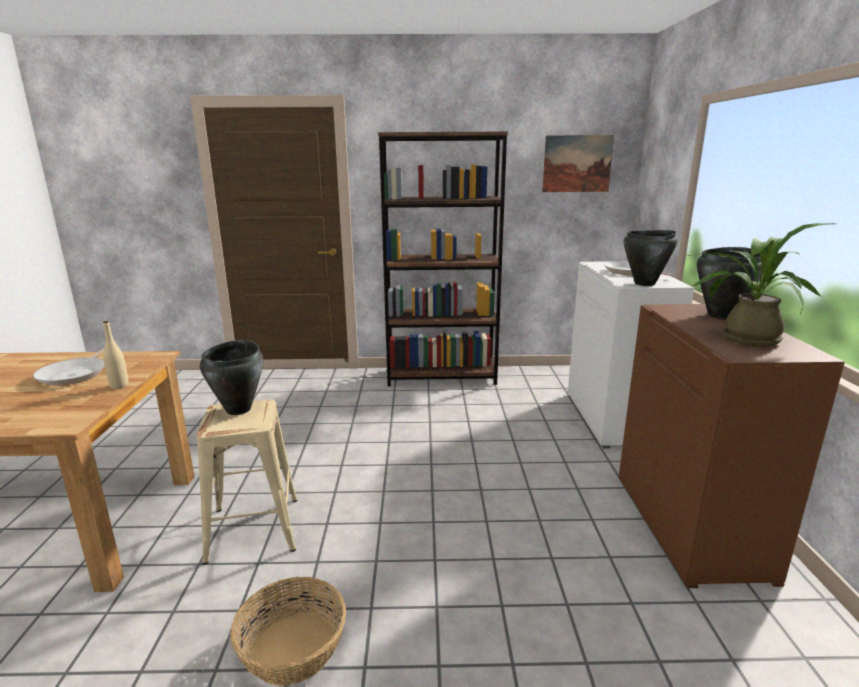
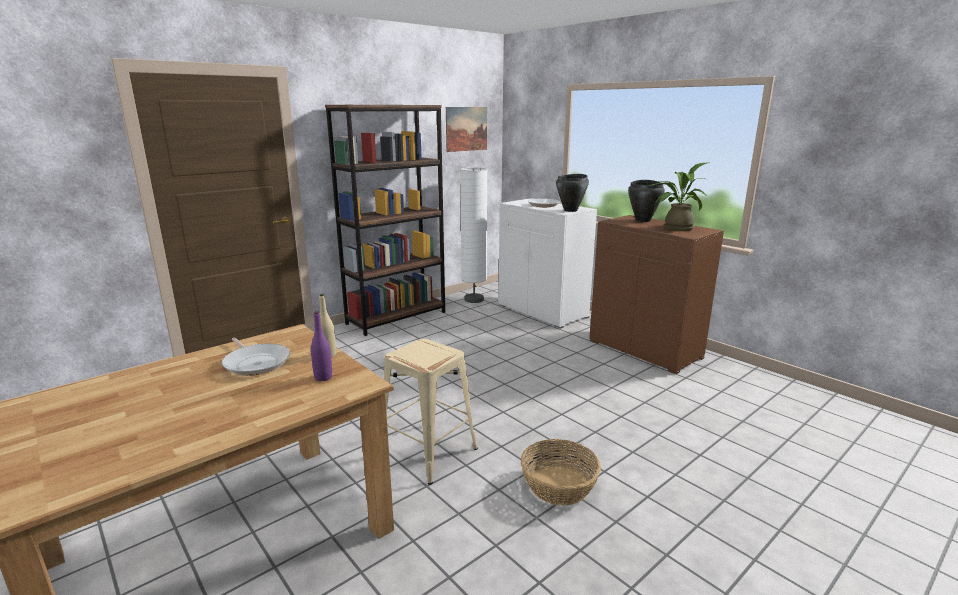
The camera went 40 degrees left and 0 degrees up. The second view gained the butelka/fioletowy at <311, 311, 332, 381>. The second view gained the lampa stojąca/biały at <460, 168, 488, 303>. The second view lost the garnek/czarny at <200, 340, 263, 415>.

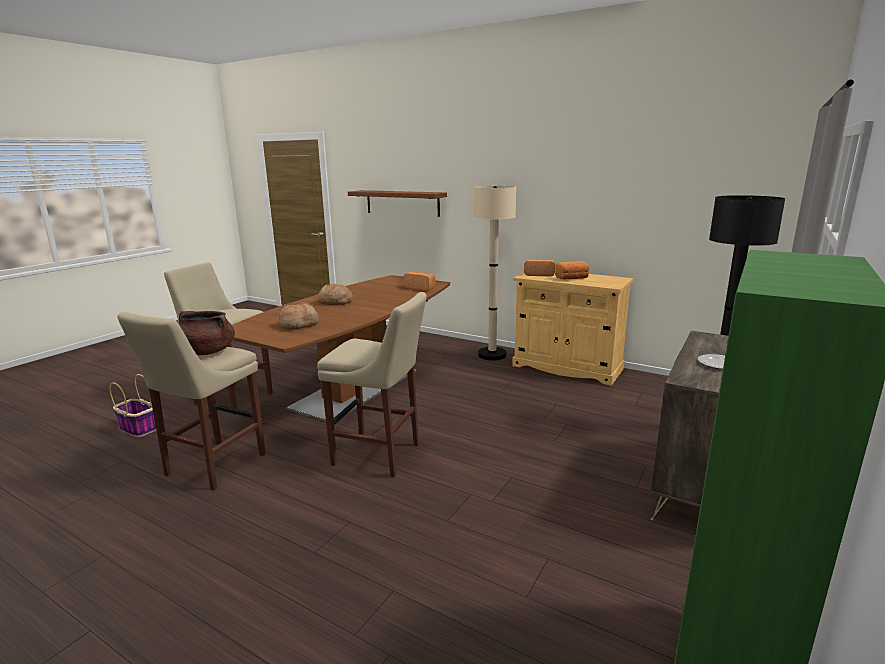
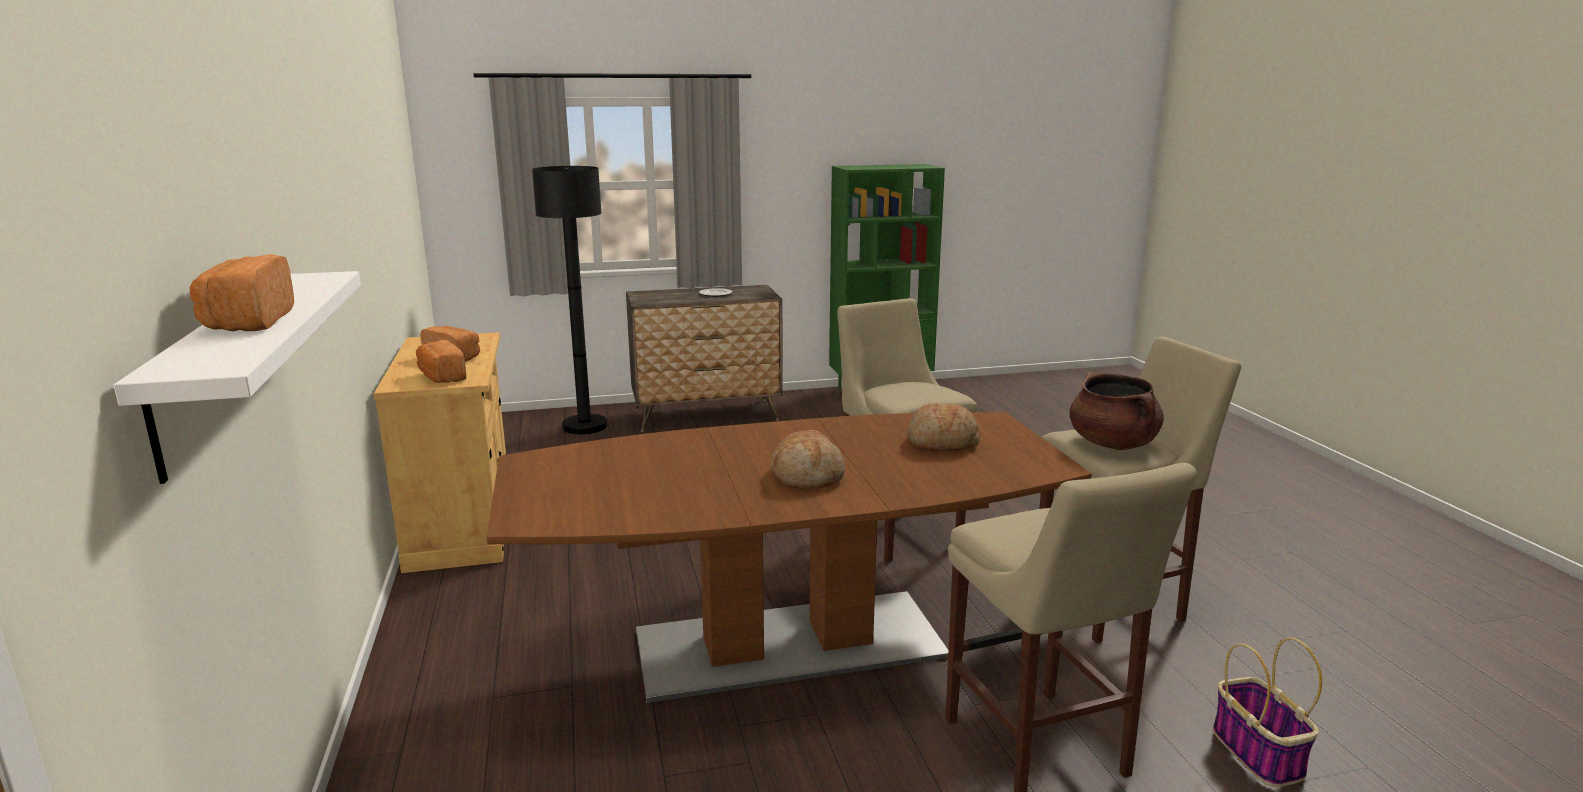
The camera went 135 degrees left and 0 degrees up. What was the półka/brązowy at <348, 190, 447, 217> turned into the półka/biały at <114, 271, 361, 484>. The chleb ended up elsewhere, having gone from <404, 272, 436, 291> to <189, 254, 294, 332>. The second view lost the lampa stojąca/beżowy at <474, 186, 516, 360>.

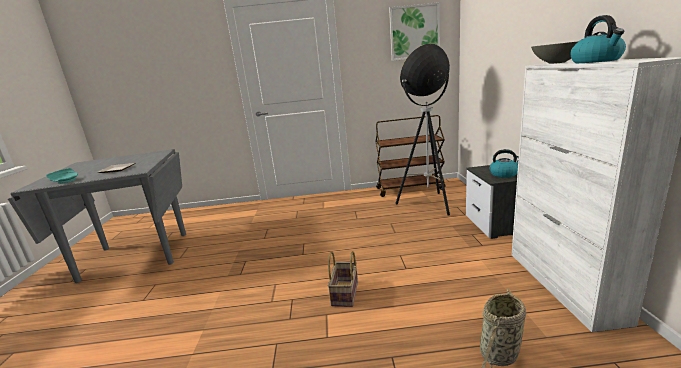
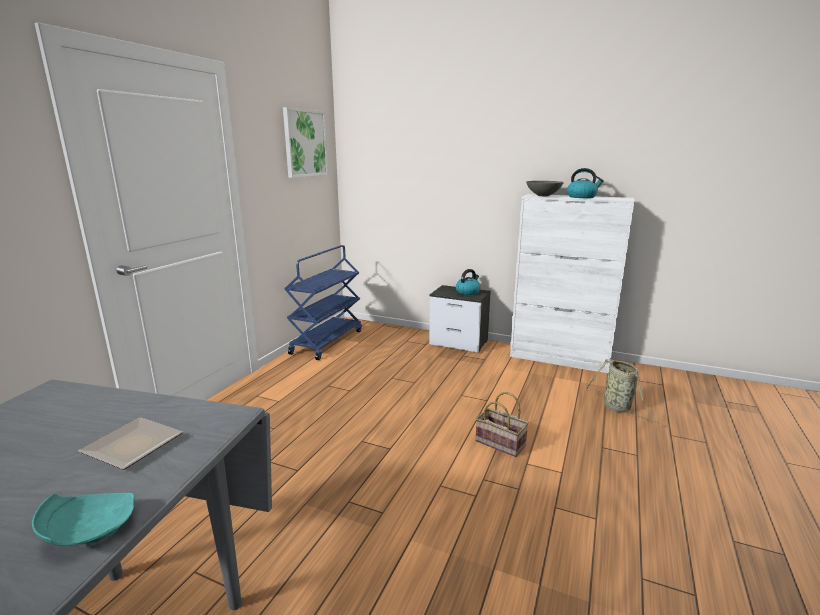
The camera went 65 degrees left and 0 degrees up. What was the wózek/brązowy at <375, 115, 446, 197> turned into the wózek/niebieski at <284, 245, 362, 360>. The second view lost the lampa stojąca at <395, 43, 450, 216>.

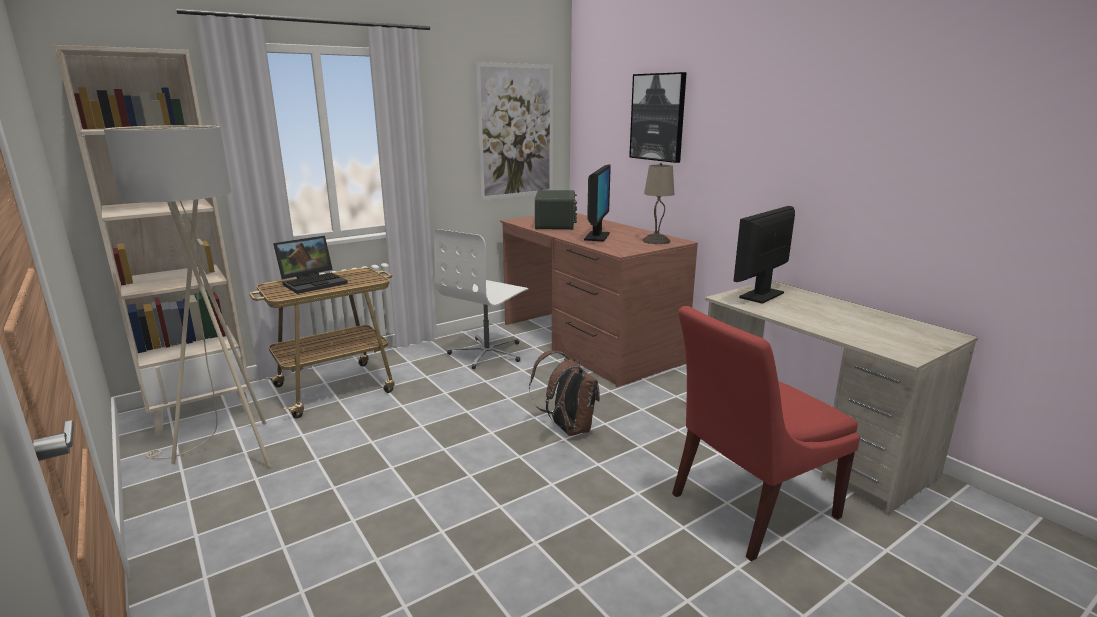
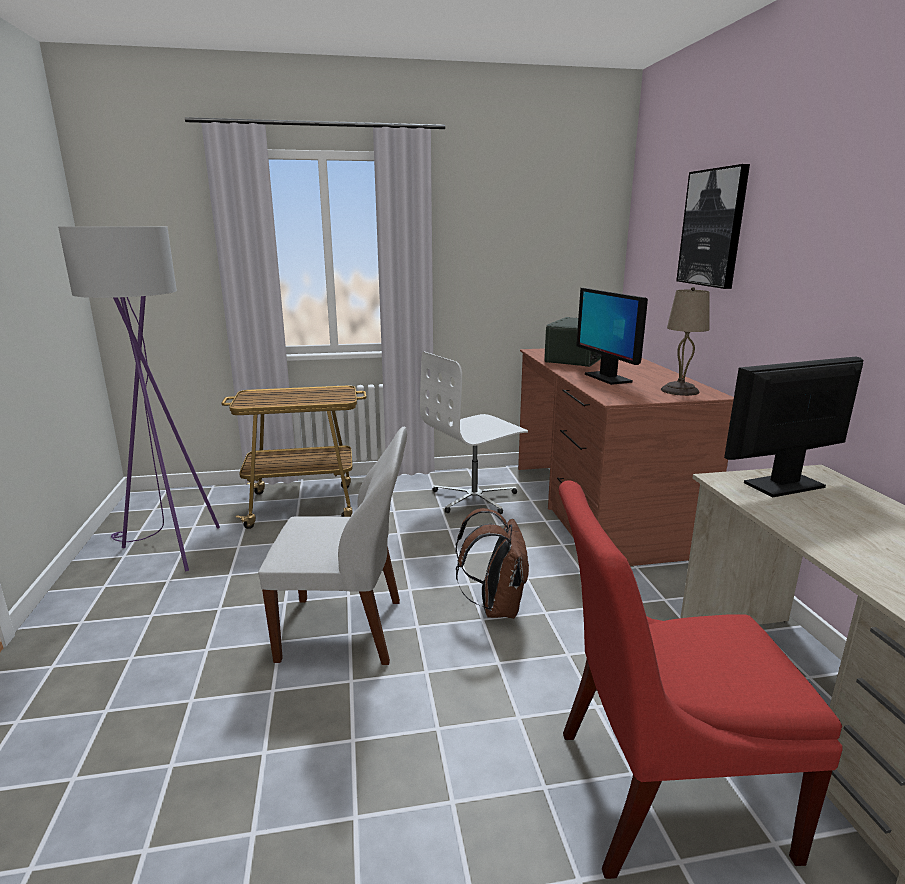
The camera went 25 degrees right and 0 degrees up. What was the lampa stojąca/beżowy at <104, 125, 271, 467> turned into the lampa stojąca/fioletowy at <58, 227, 220, 571>. The second view gained the krzesło/biały at <258, 427, 407, 665>. The monitor at <584, 165, 611, 241> ended up facing another way, 120 degrees clockwise from before. The second view lost the regał/beżowy at <54, 45, 252, 437>. The second view lost the laptop at <273, 236, 348, 294>. The second view lost the obraz at <475, 62, 553, 200>.

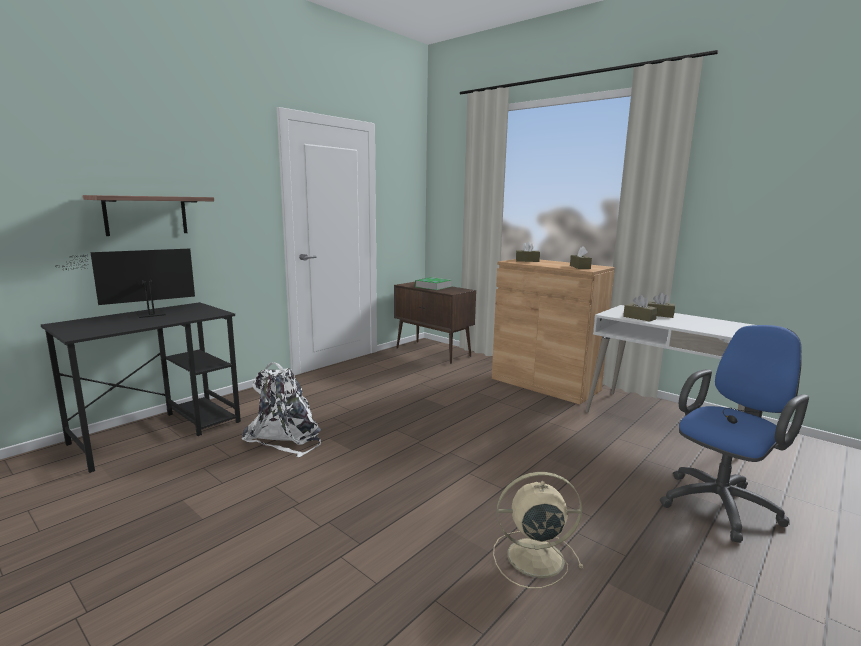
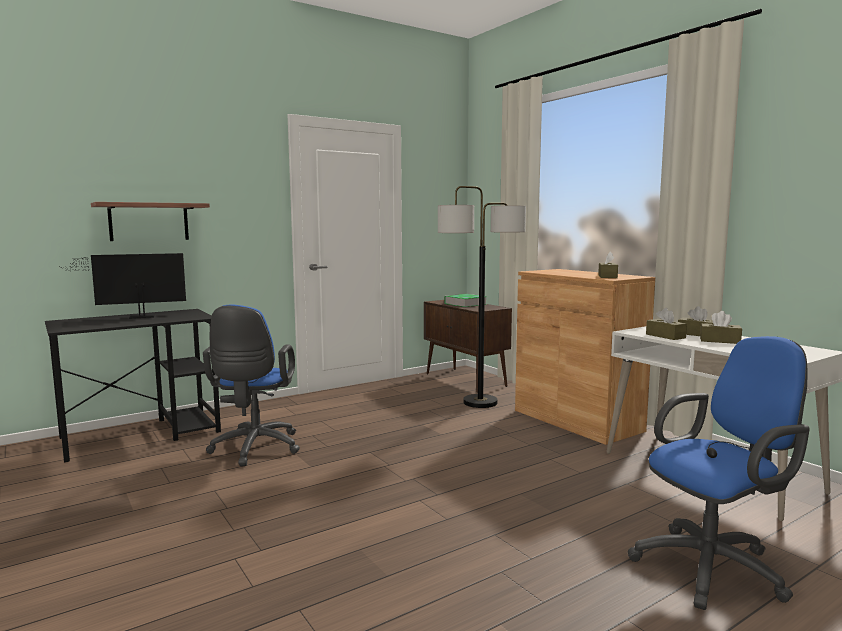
The camera went 15 degrees right and 5 degrees down. Where the plecak/biały stood at <242, 362, 321, 457>, the krzesło biurowe/niebieski came to stand at <203, 304, 300, 466>. The second view gained the lampa stojąca at <438, 186, 526, 408>. The pudełko chusteczek/brązowy ended up elsewhere, having gone from <516, 241, 540, 262> to <700, 311, 742, 344>. The second view lost the wentylator/beżowy at <493, 472, 583, 589>.

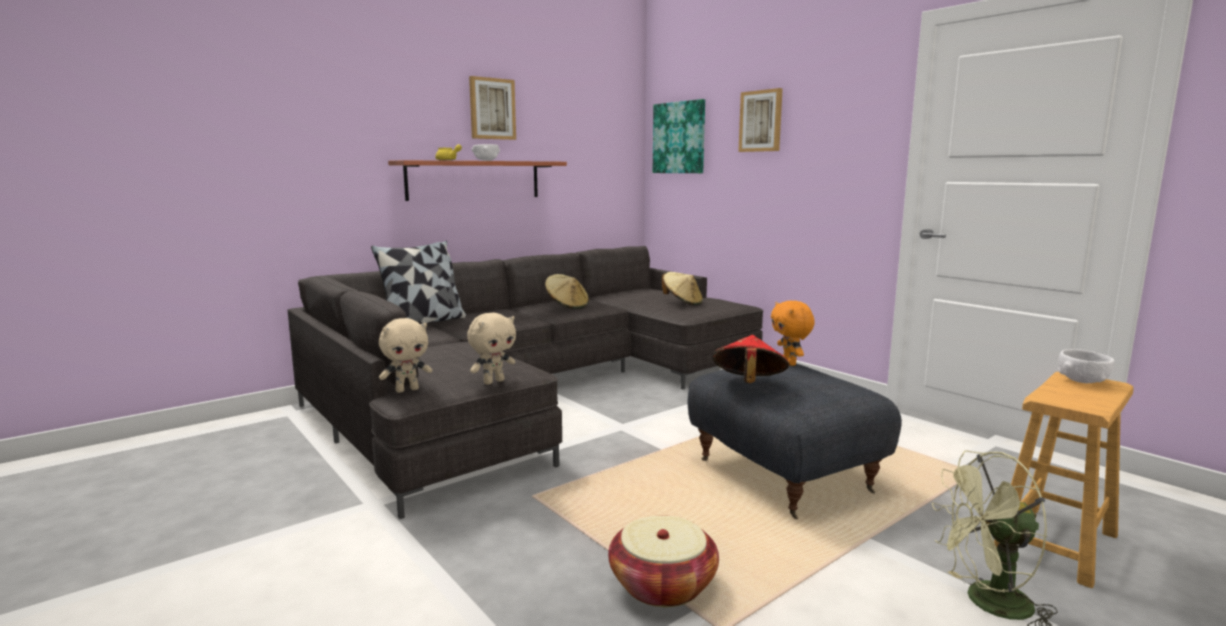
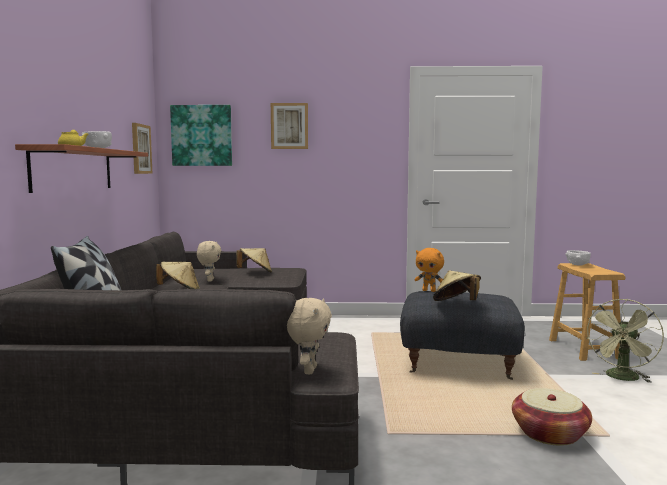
The camera went 50 degrees left and 5 degrees down. The obraz ended up elsewhere, having gone from <469, 76, 516, 140> to <132, 123, 153, 174>. The pluszak/beżowy ended up elsewhere, having gone from <467, 313, 516, 385> to <197, 241, 222, 282>. What was the kapelusz/czerwony at <713, 335, 789, 383> turned into the kapelusz/beżowy at <433, 271, 481, 301>.

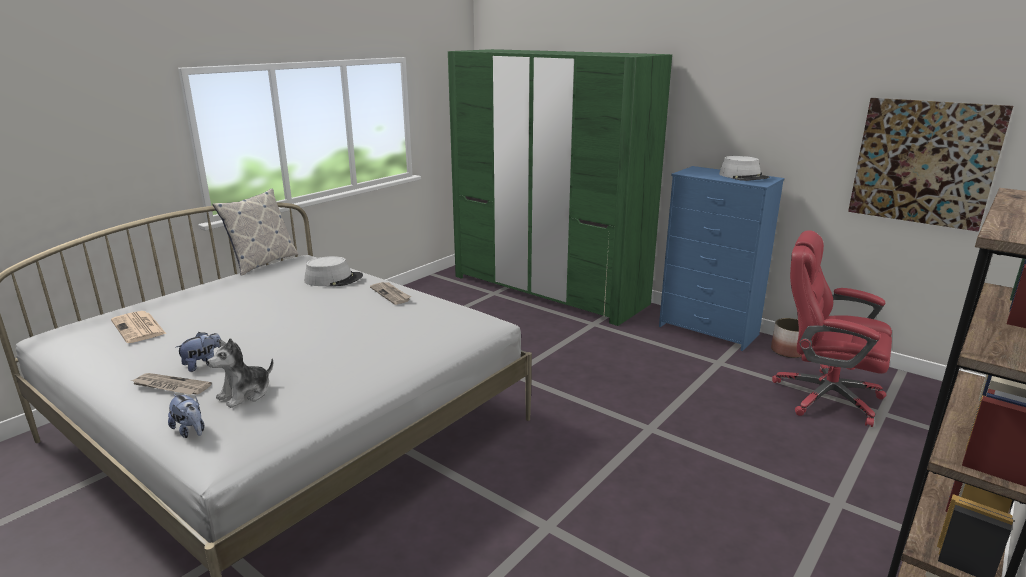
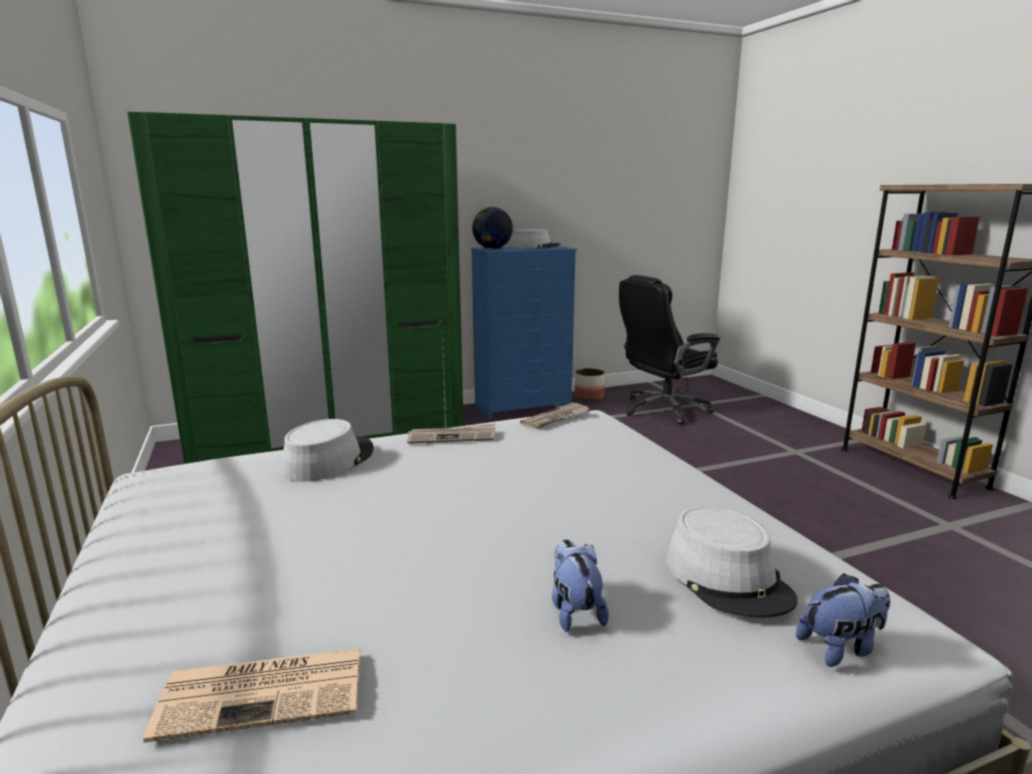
The camera went 60 degrees left and 5 degrees down. The second view gained the globus at <472, 207, 513, 249>. The gazeta ended up elsewhere, having gone from <131, 373, 212, 395> to <520, 403, 590, 429>. What was the krzesło biurowe/czerwony at <772, 230, 892, 427> turned into the krzesło biurowe/czarny at <619, 275, 720, 425>. Where the pluszak stood at <207, 338, 273, 408>, the kapelusz/szary came to stand at <667, 506, 798, 618>. The second view lost the poduszka at <212, 189, 298, 276>. The second view lost the obraz at <848, 98, 1013, 232>.

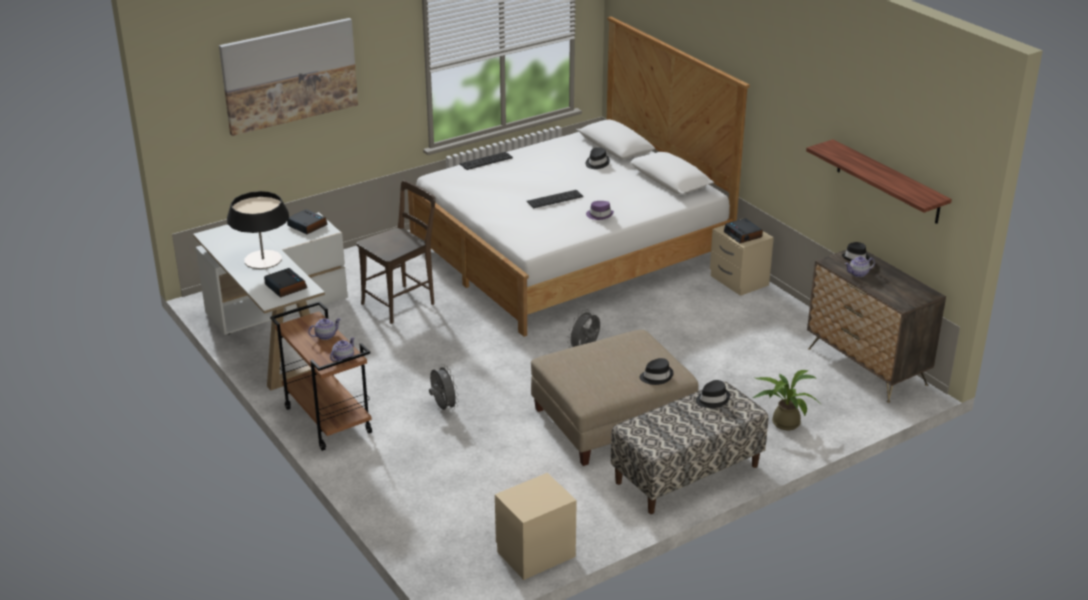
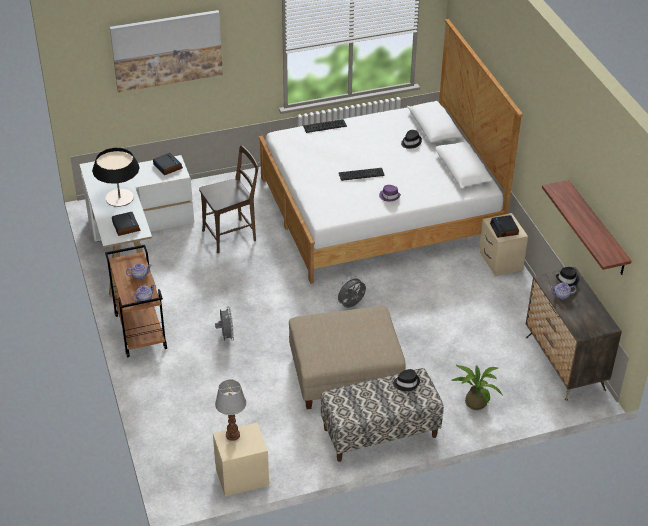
The camera went 15 degrees right and 10 degrees up. The second view gained the lampa stołowa at <215, 379, 246, 441>. The second view lost the kapelusz/czarny at <639, 358, 673, 385>.

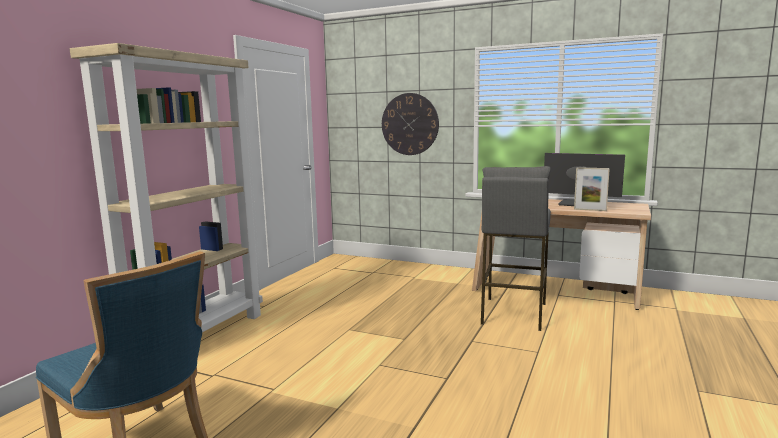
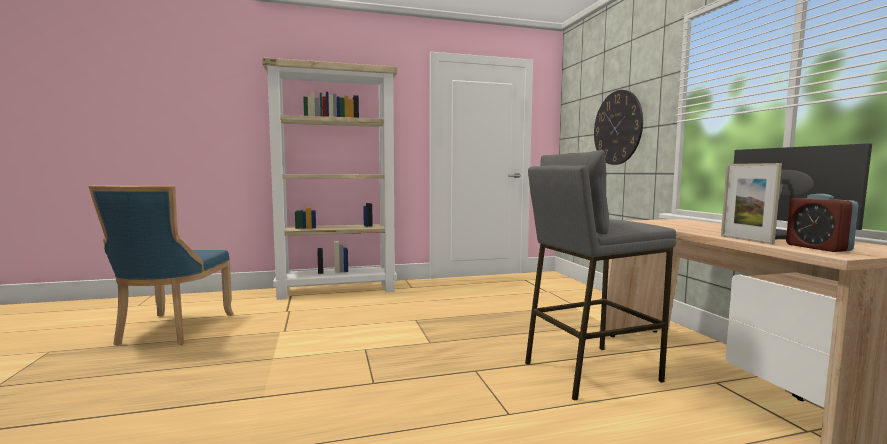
The camera went 50 degrees right and 5 degrees down. The second view gained the budzik at <786, 194, 859, 252>.

